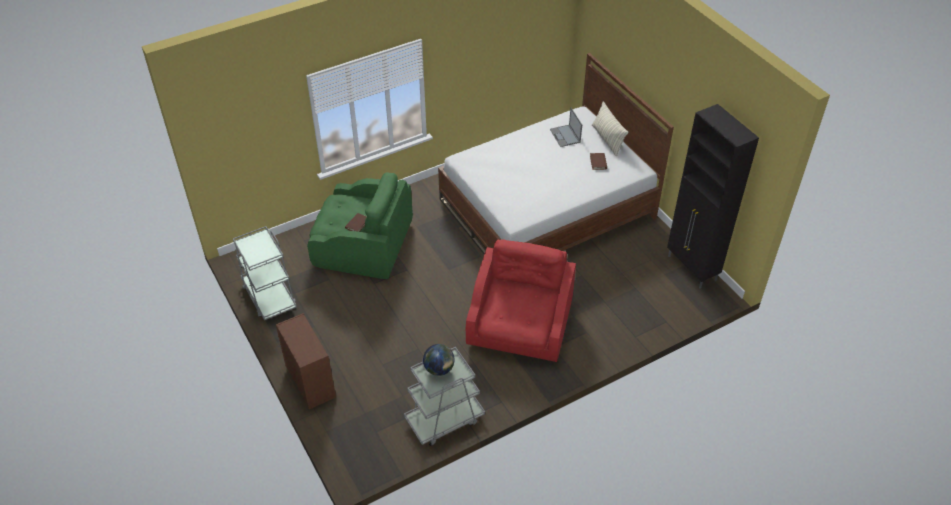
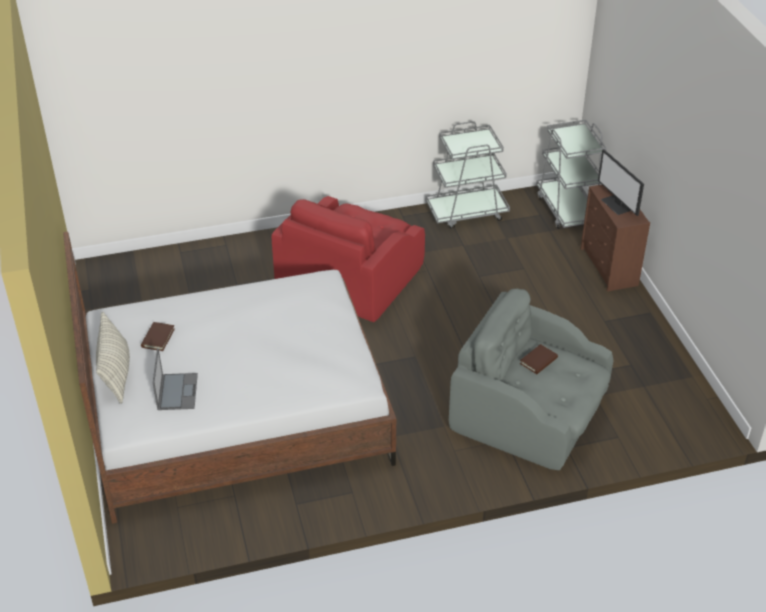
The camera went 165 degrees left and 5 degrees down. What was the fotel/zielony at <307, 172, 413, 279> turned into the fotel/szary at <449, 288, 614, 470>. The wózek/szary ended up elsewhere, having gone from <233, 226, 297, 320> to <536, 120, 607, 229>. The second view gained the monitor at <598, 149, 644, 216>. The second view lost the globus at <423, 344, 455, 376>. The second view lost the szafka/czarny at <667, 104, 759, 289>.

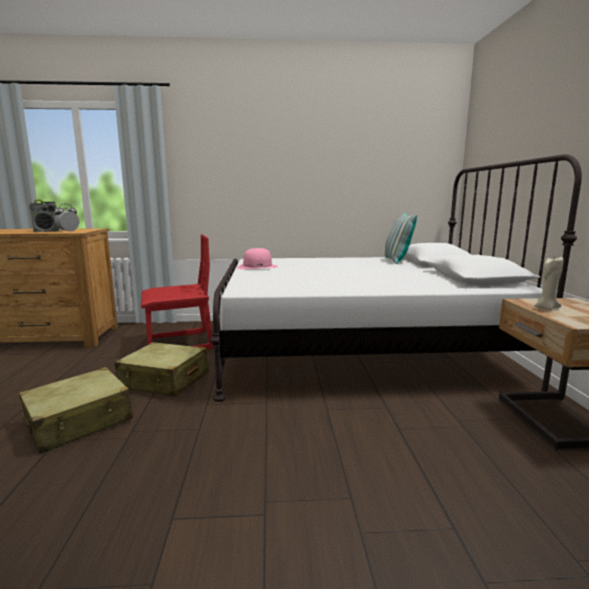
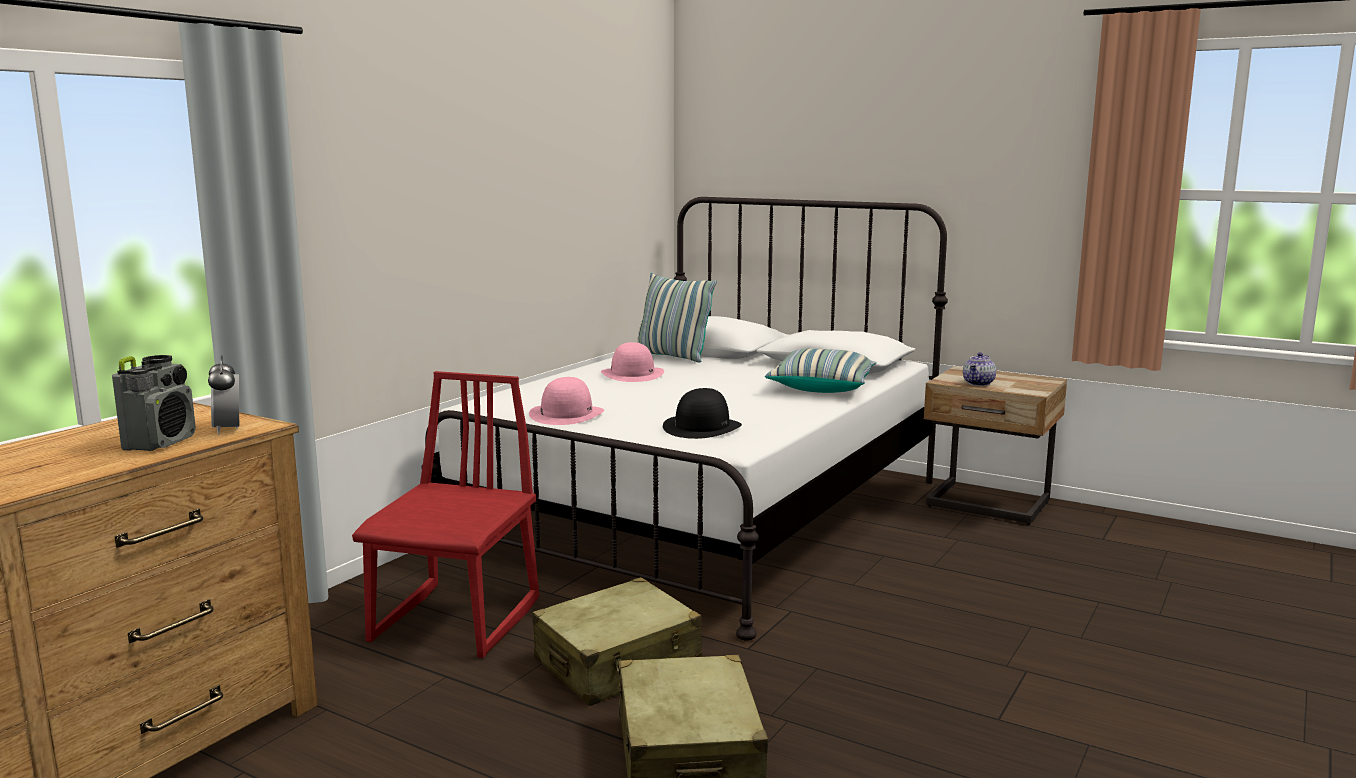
The camera went 55 degrees left and 0 degrees up. The second view gained the kapelusz/różowy at <601, 342, 664, 382>. The second view gained the kapelusz/czarny at <663, 388, 742, 439>. The second view gained the poduszka at <765, 348, 877, 393>. Where the świeca/beżowy stood at <534, 255, 563, 311>, the imbryk came to stand at <963, 352, 996, 386>.

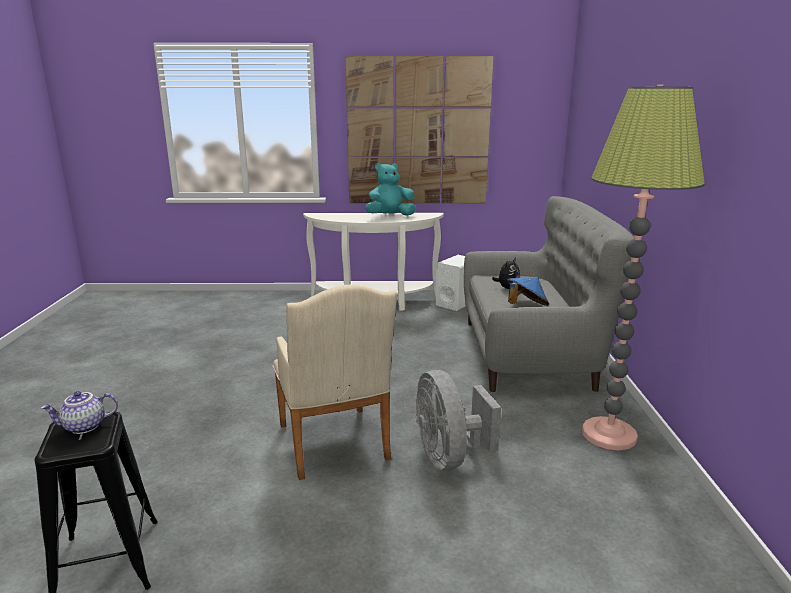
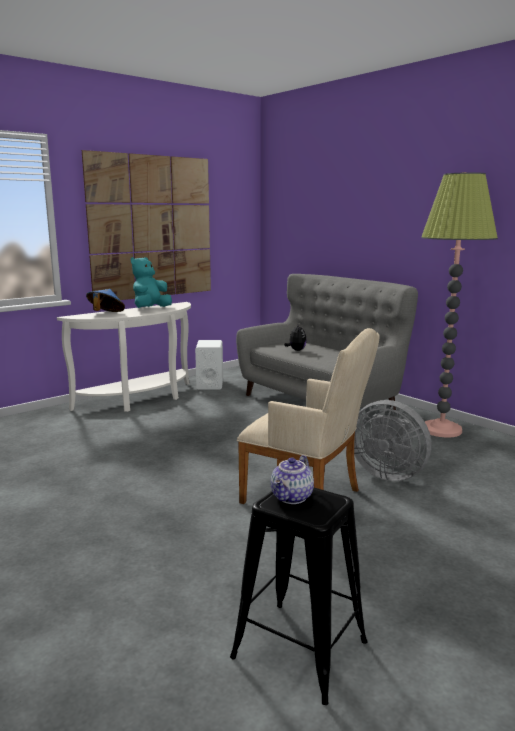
The camera went 40 degrees left and 5 degrees down. The kapelusz/niebieski ended up elsewhere, having gone from <507, 277, 549, 306> to <86, 289, 125, 312>.

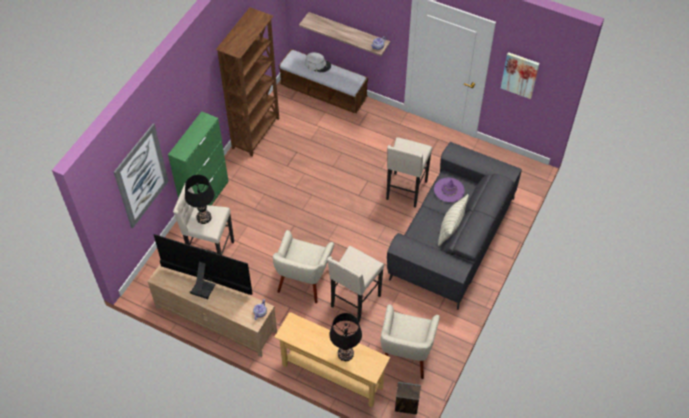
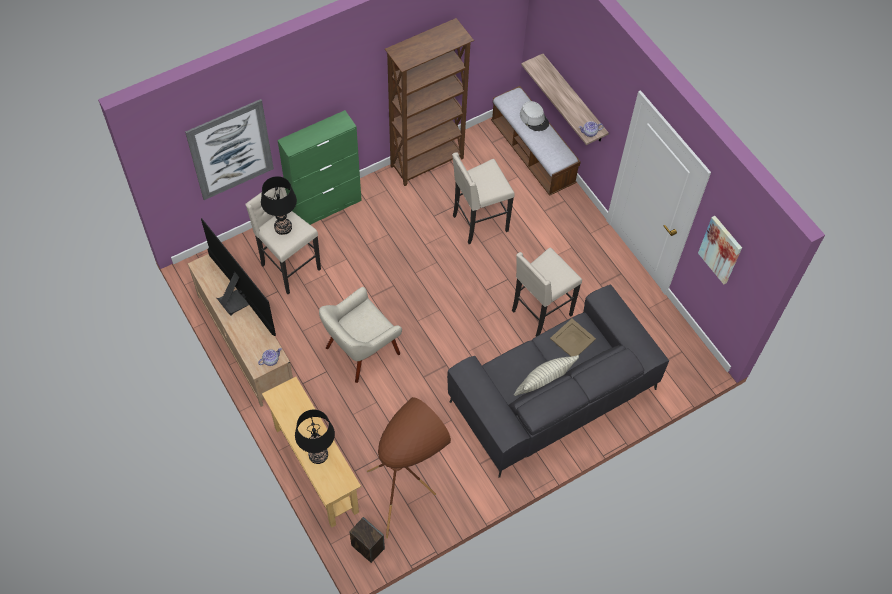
The camera went 30 degrees right and 5 degrees up. Where the fotel/beżowy stood at <381, 304, 440, 379>, the lampa stojąca/brązowy came to stand at <367, 397, 451, 539>. The stołek/beżowy ended up elsewhere, having gone from <327, 246, 384, 322> to <452, 152, 515, 244>. Where the kapelusz/fioletowy stood at <434, 178, 464, 202>, the taca/beżowy came to stand at <550, 319, 596, 356>.

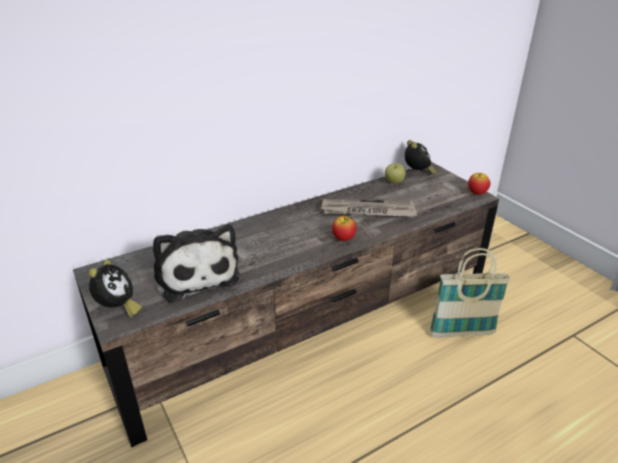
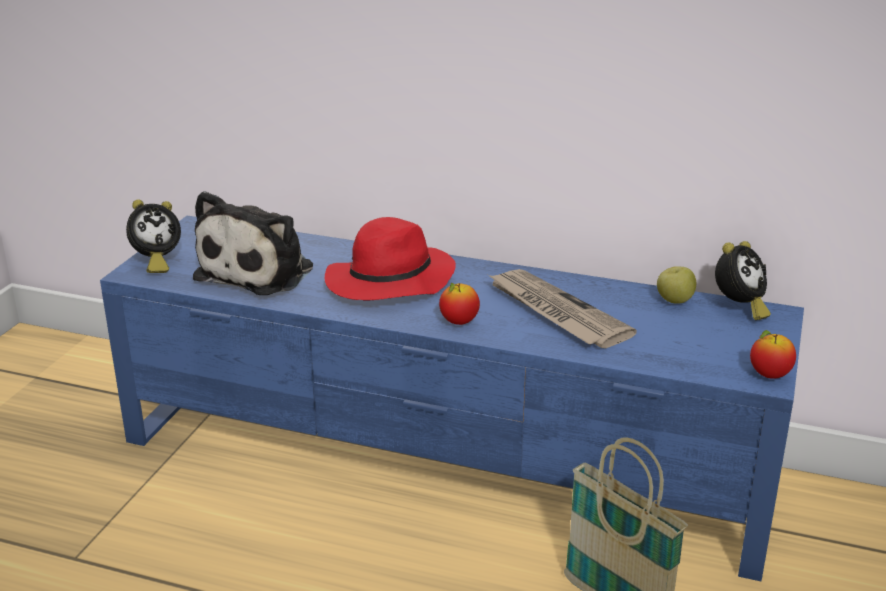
The camera went 50 degrees right and 5 degrees down. What was the szafka pod telewizor/brązowy at <73, 162, 499, 447> turned into the szafka pod telewizor/niebieski at <100, 216, 804, 581>. The second view gained the kapelusz/czerwony at <325, 217, 456, 300>.

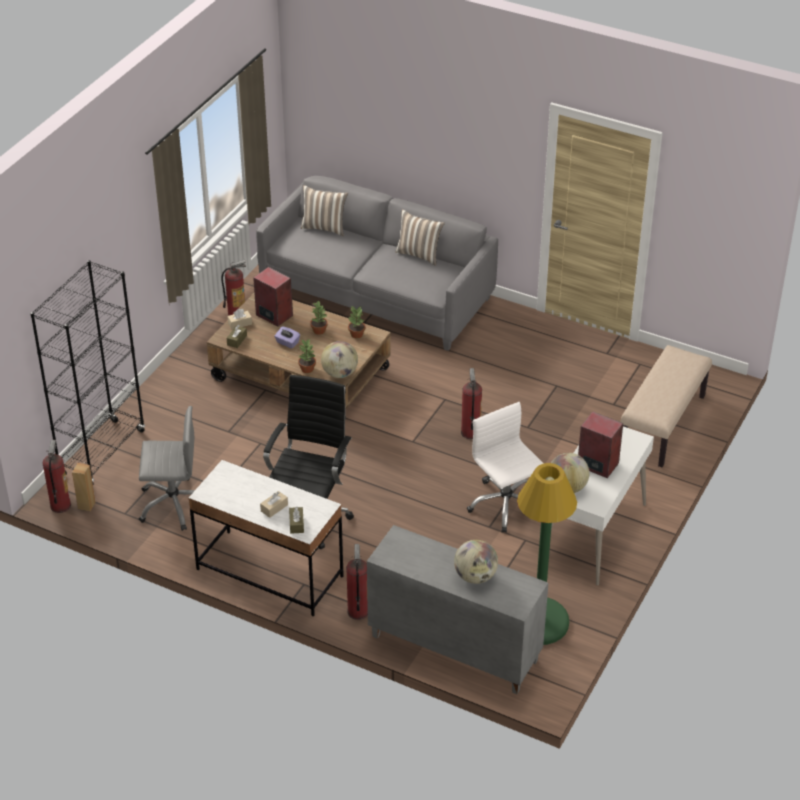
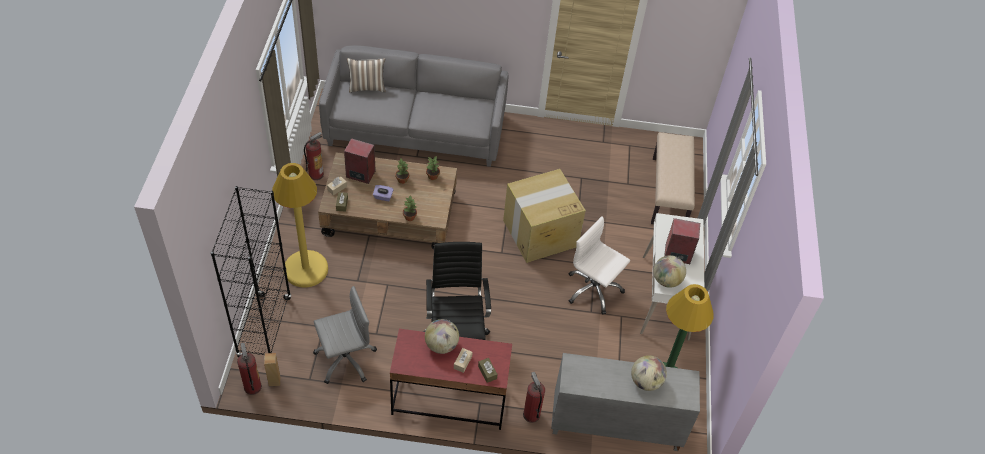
The camera went 25 degrees left and 10 degrees up. The second view gained the lampa stojąca/żółty at <272, 163, 328, 287>. What was the biurko/biały at <189, 460, 343, 617> turned into the biurko/czerwony at <390, 329, 512, 430>. The globus ended up elsewhere, having gone from <321, 341, 358, 378> to <425, 319, 459, 354>. Where the gaśnica stood at <461, 368, 482, 439>, the karton came to stand at <503, 169, 586, 263>. The second view lost the poduszka at <395, 209, 445, 266>.

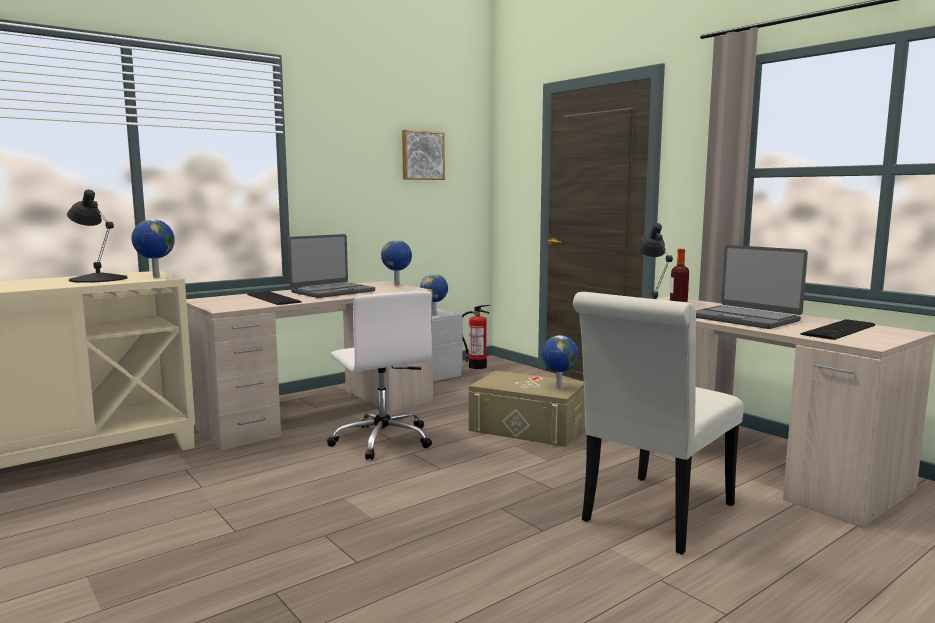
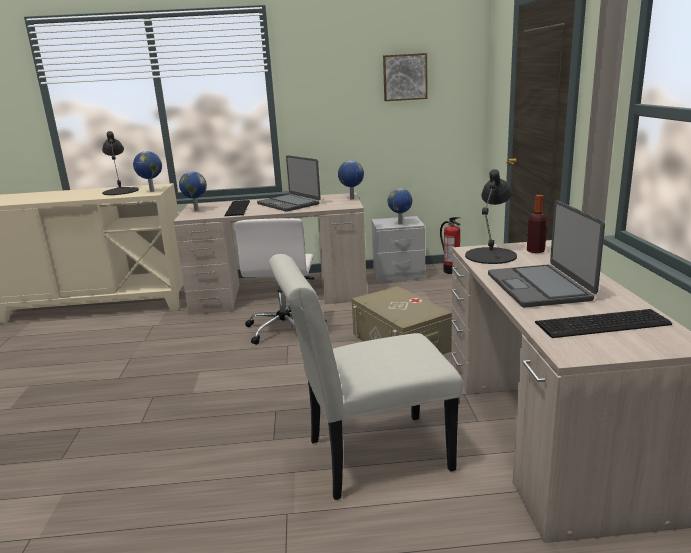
The camera went 35 degrees right and 10 degrees up. The globus ended up elsewhere, having gone from <541, 335, 578, 389> to <179, 171, 207, 211>. The laptop at <288, 234, 375, 298> ended up facing another way, 60 degrees clockwise from before.

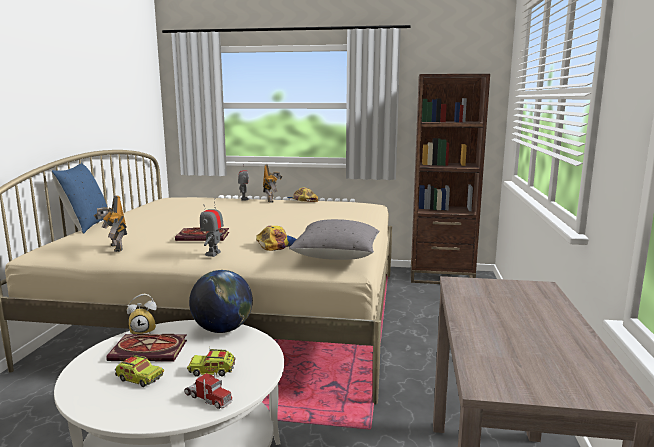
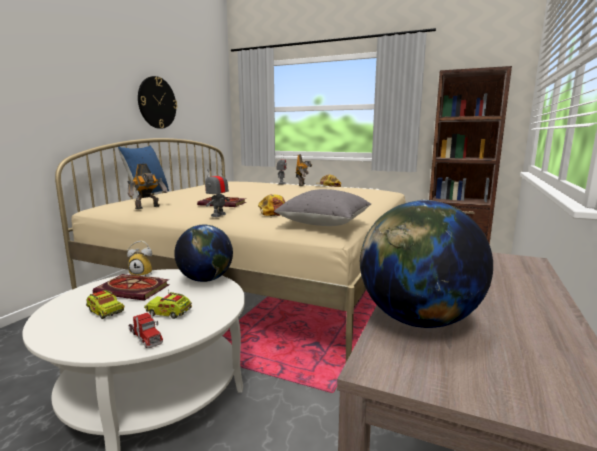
The camera went 15 degrees right and 0 degrees up. The robot zabawkowy at <94, 195, 127, 252> ended up facing another way, 120 degrees counterclockwise from before. The second view gained the zegar ścienny at <138, 76, 177, 129>. The second view gained the globus at <360, 200, 493, 328>.

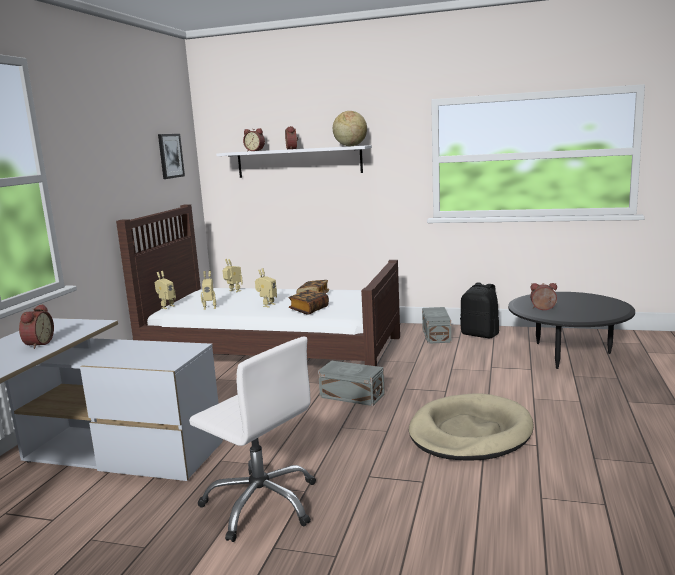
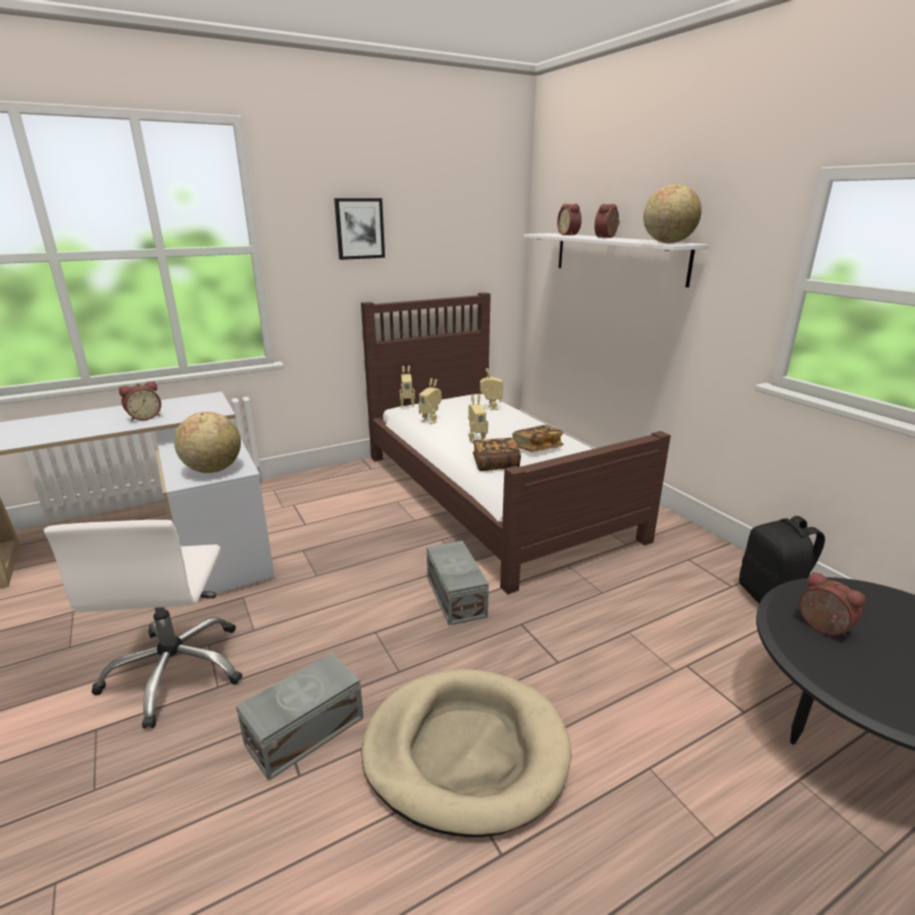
The camera went 45 degrees right and 10 degrees up. The second view gained the globus at <174, 412, 241, 473>. The pojemnik do przechowywania/szary ended up elsewhere, having gone from <422, 307, 451, 344> to <236, 653, 363, 781>. The obraz ended up elsewhere, having gone from <158, 134, 185, 179> to <334, 198, 385, 260>.

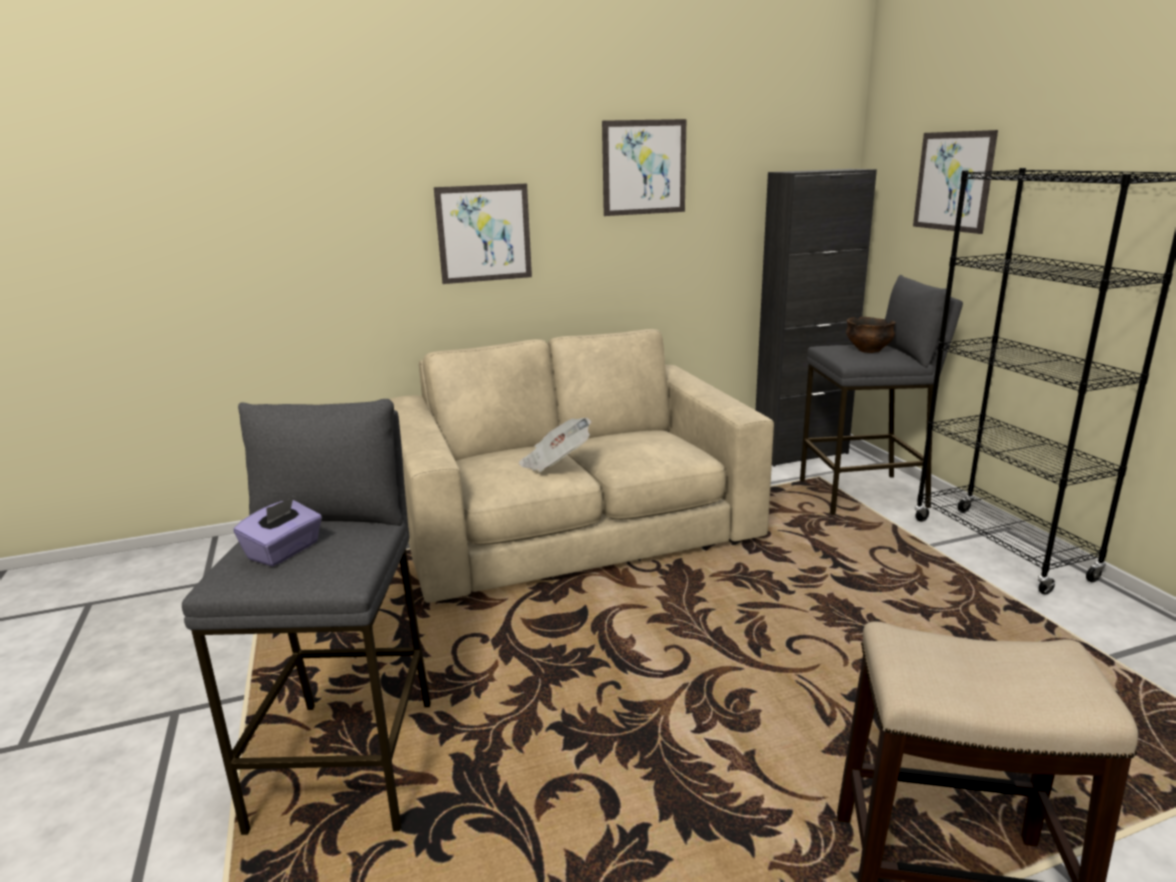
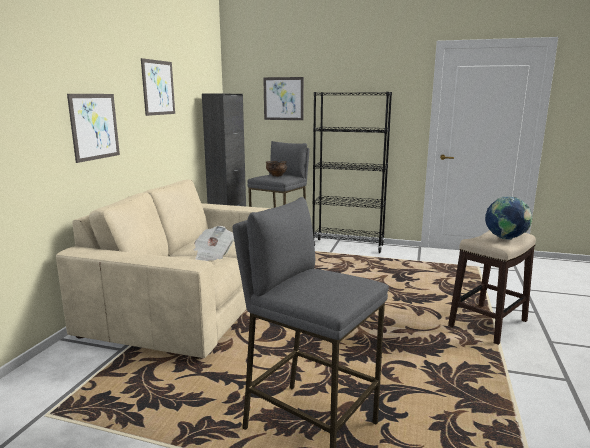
The camera went 55 degrees left and 5 degrees down. The second view gained the globus at <485, 196, 532, 240>. The second view lost the pudełko chusteczek/fioletowy at <234, 496, 322, 567>.

